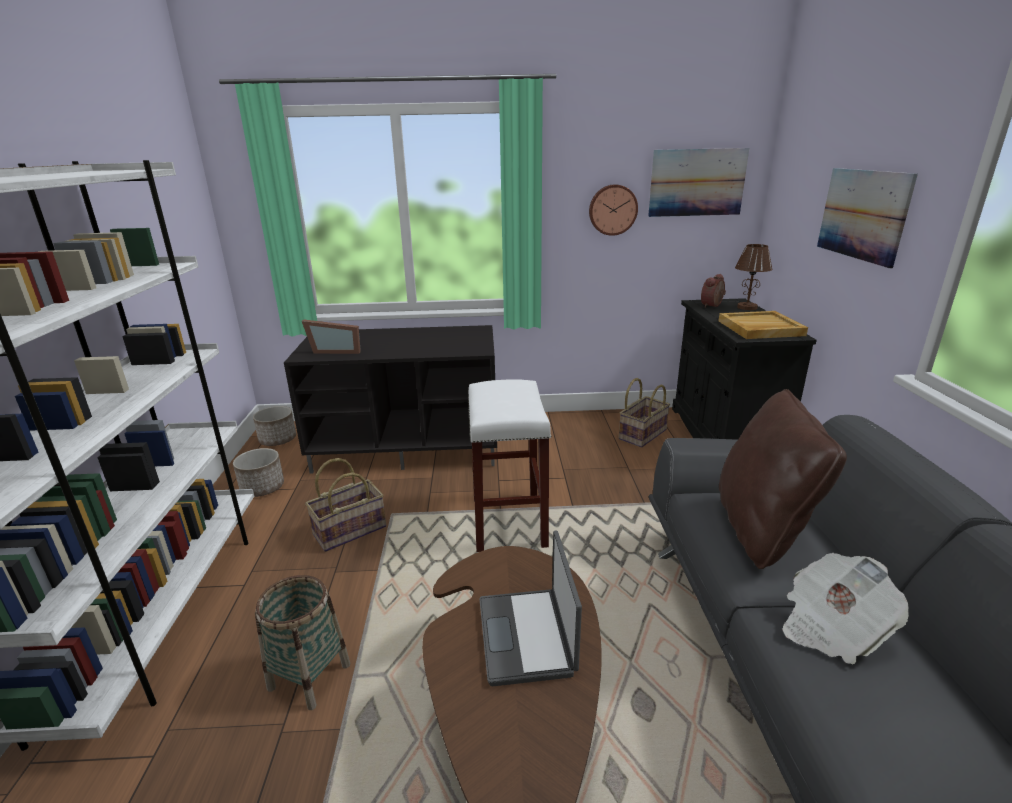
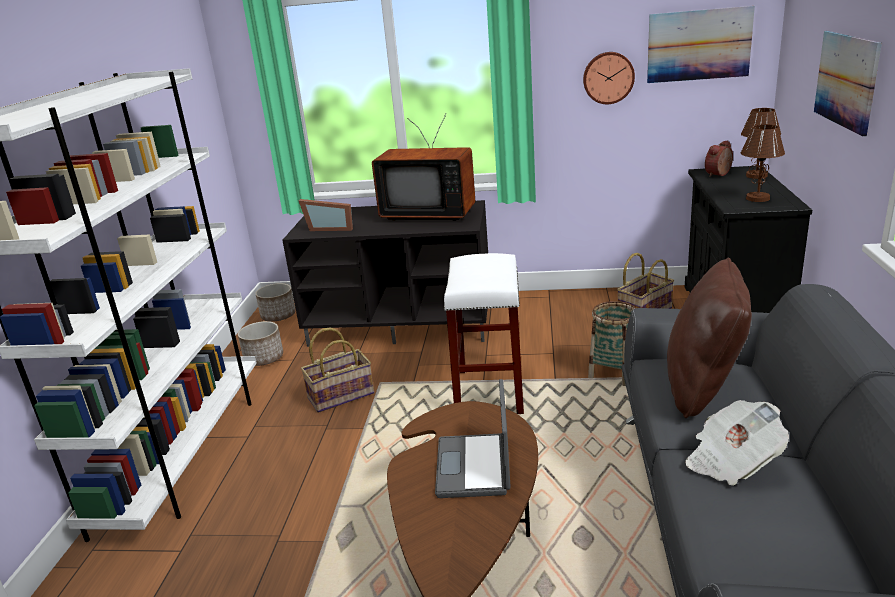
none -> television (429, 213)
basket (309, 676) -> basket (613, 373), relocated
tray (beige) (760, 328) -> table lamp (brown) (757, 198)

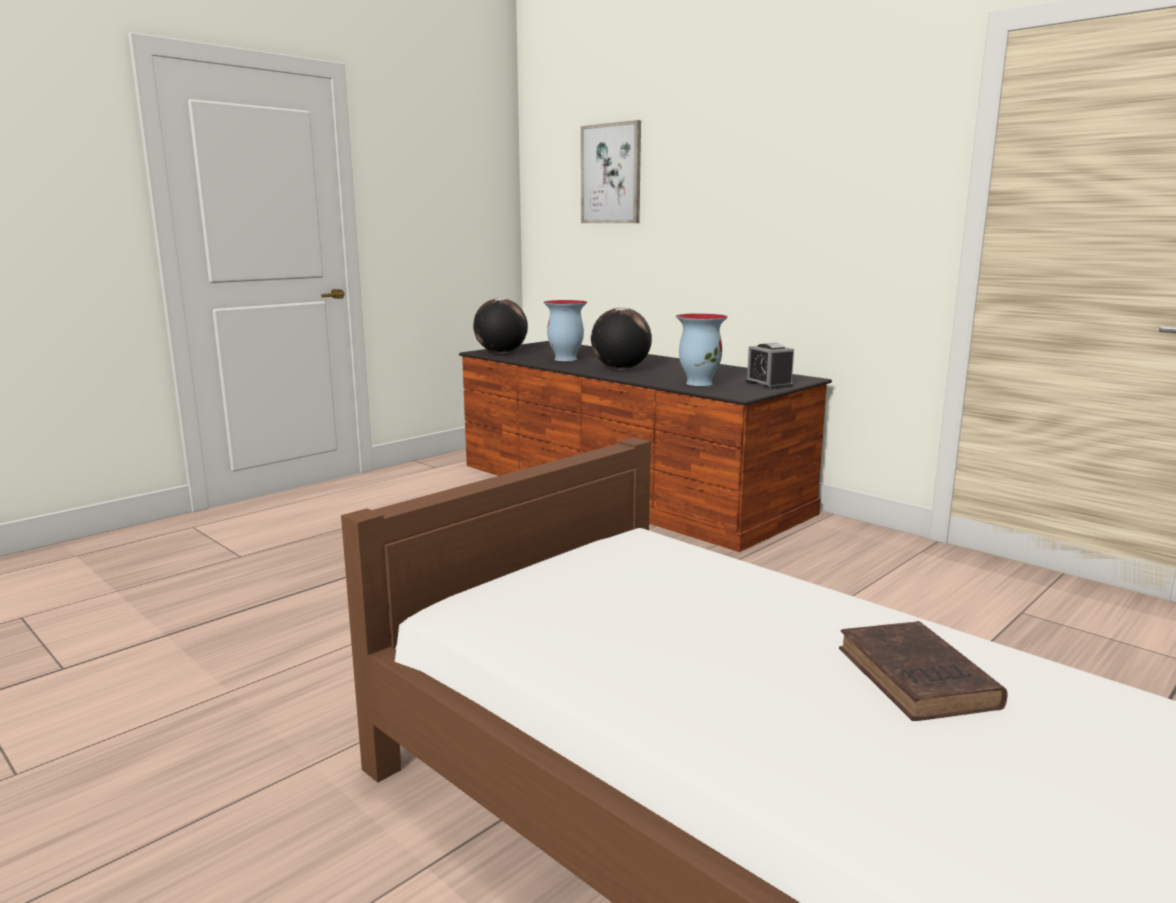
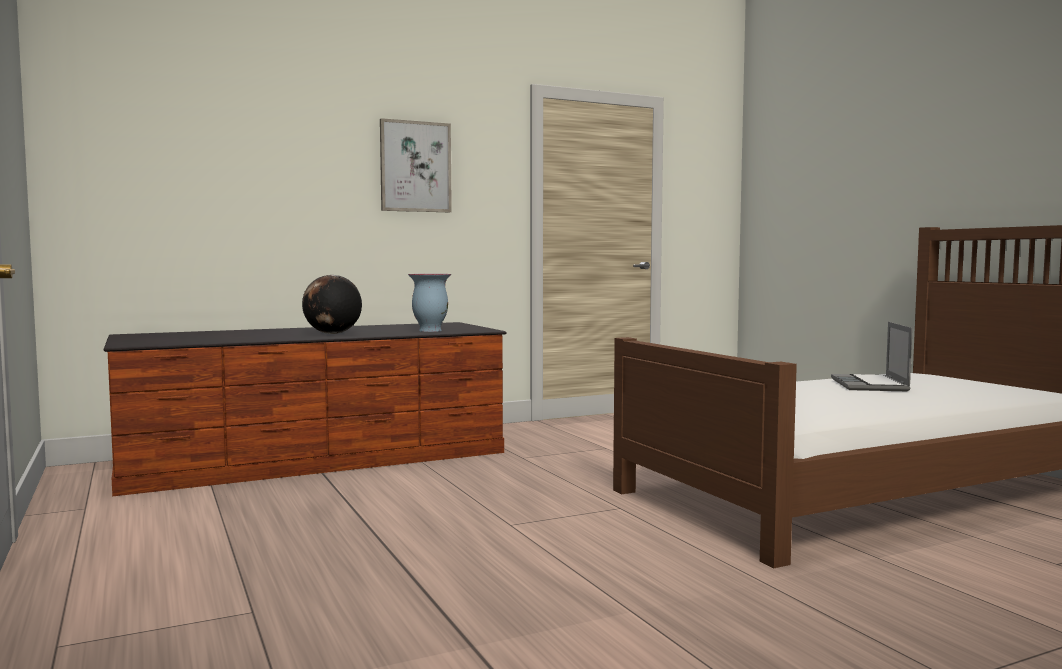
globe (500, 353) -> none
vase (565, 359) -> none
alarm clock (769, 384) -> none
picture (611, 174) -> picture (415, 166), relocated
book (brown) (919, 680) -> laptop (870, 385)

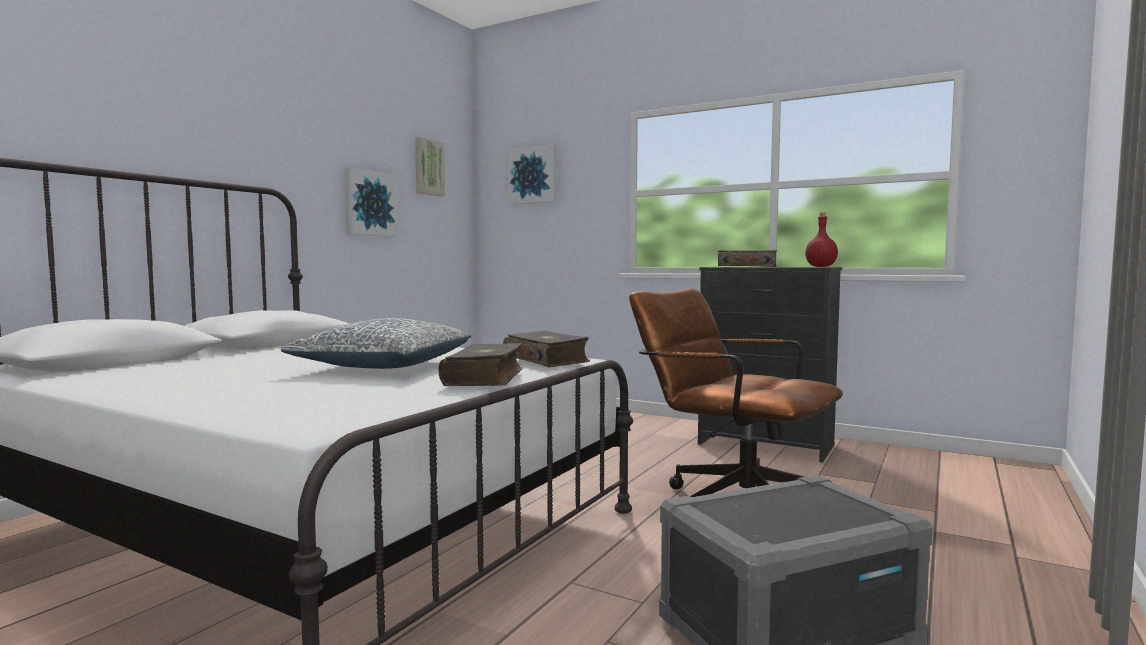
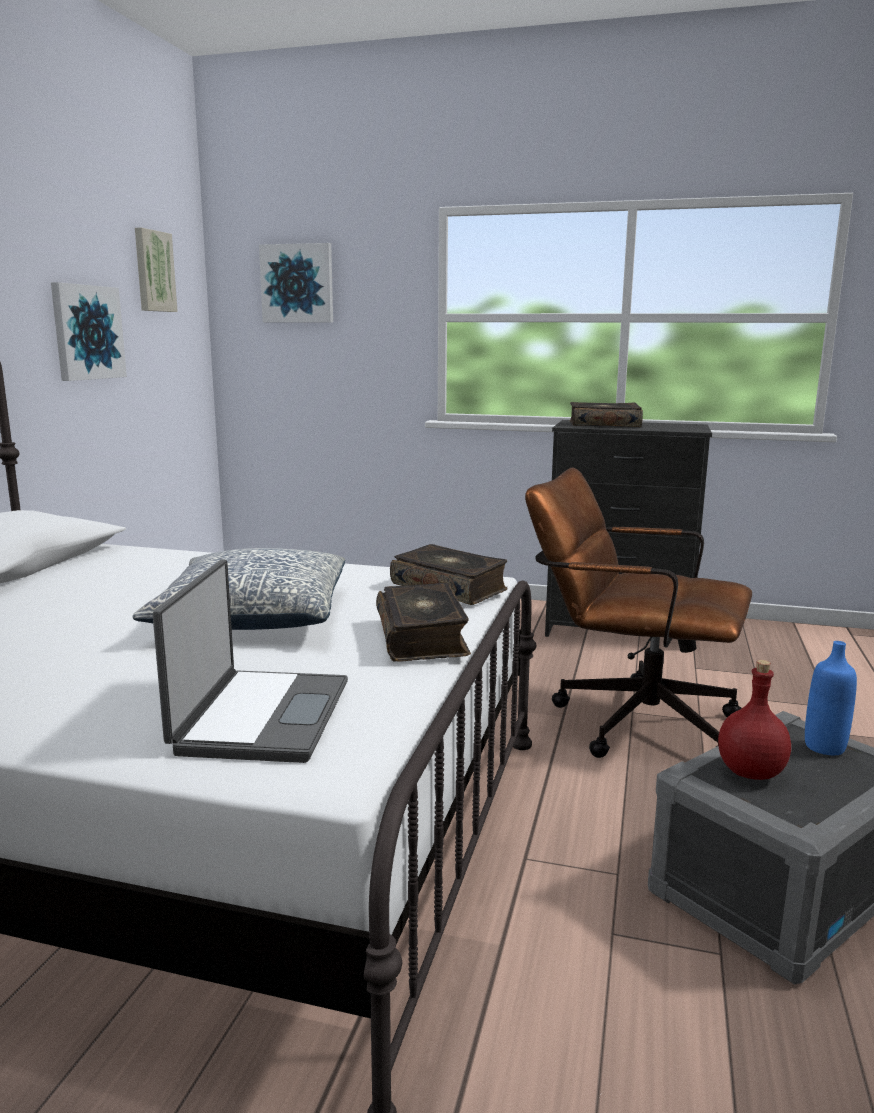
none -> laptop (260, 717)
none -> bottle (blue) (824, 747)
bottle (red) (821, 267) -> bottle (red) (750, 771), relocated

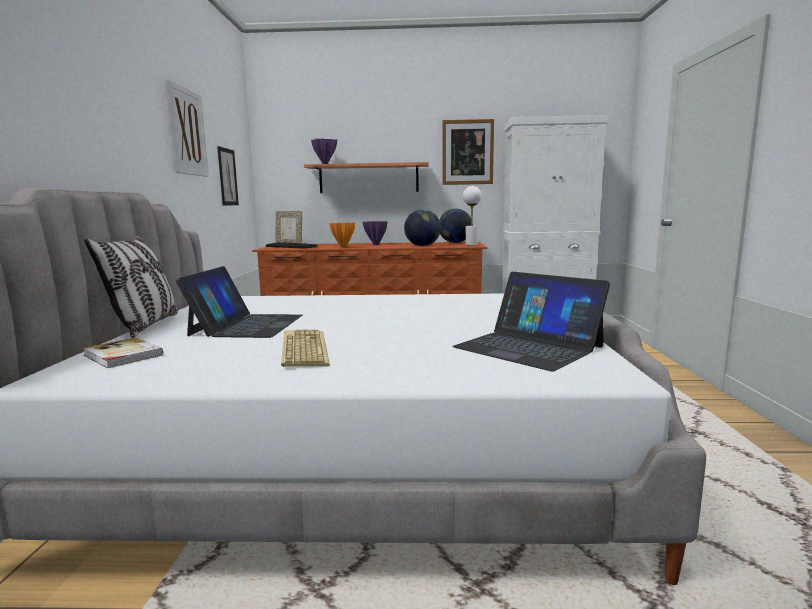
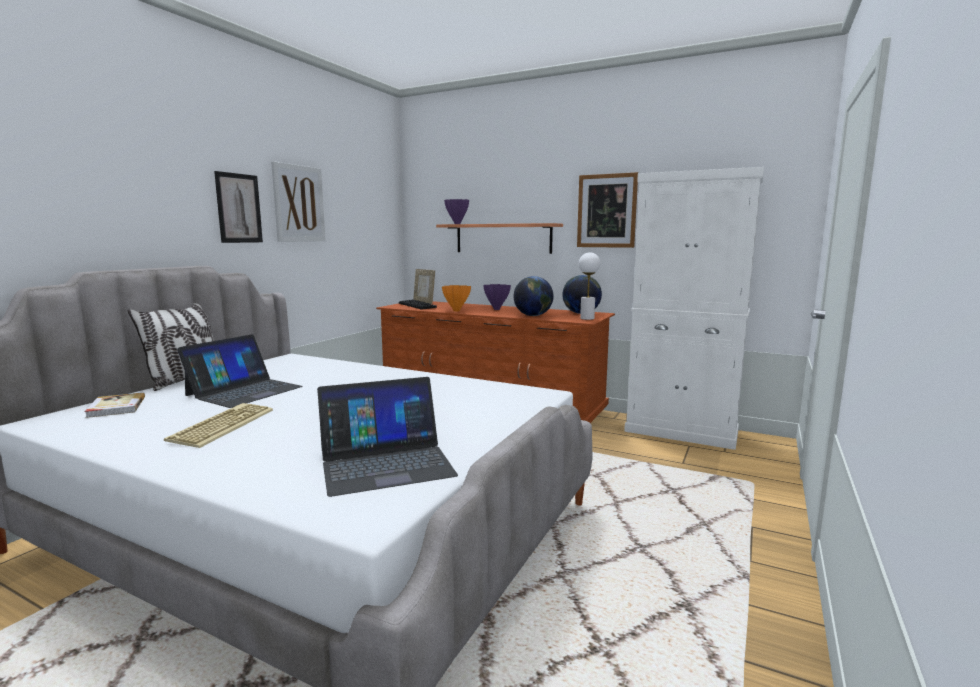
picture (227, 177) -> picture (239, 208), relocated
laptop (528, 347) -> laptop (385, 462), 90 degrees counterclockwise

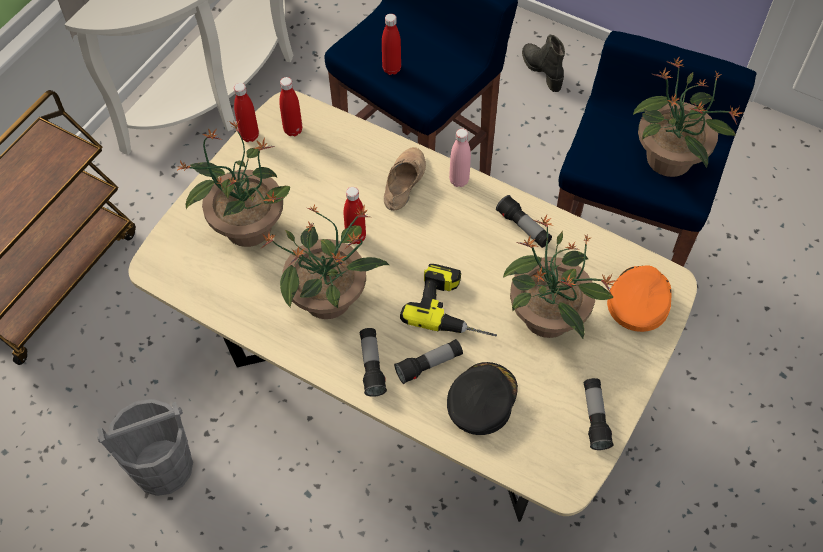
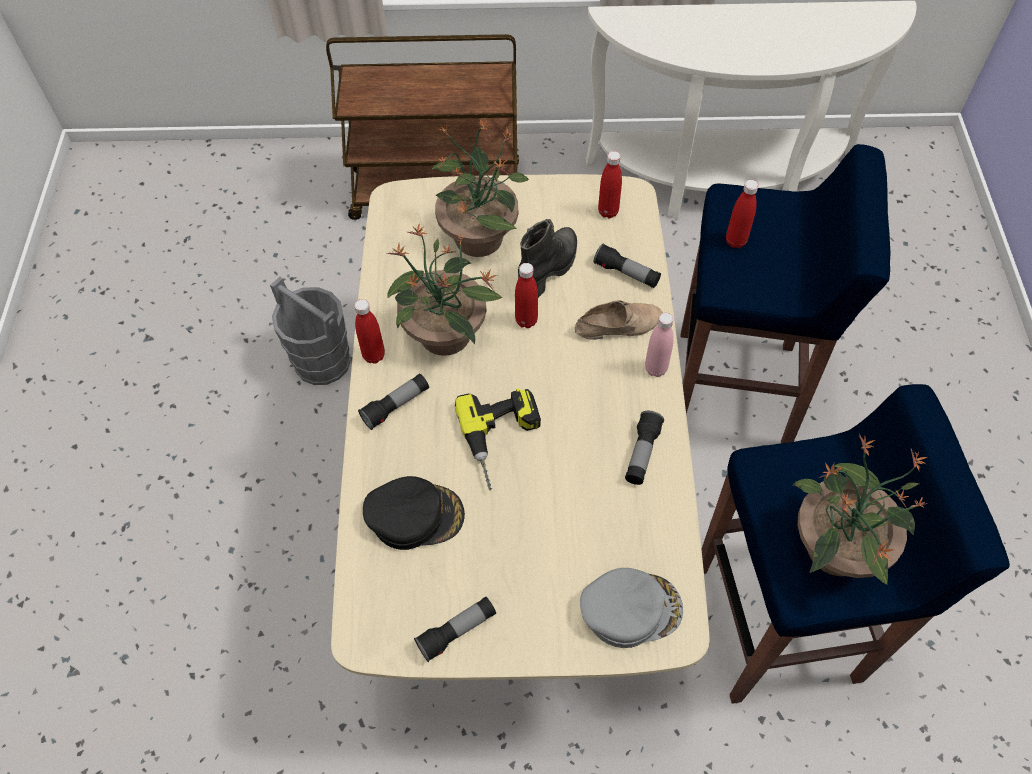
potted plant (548, 318) -> none
bottle (red) (249, 136) -> bottle (red) (374, 355), relocated
flashlight (429, 365) -> flashlight (626, 273), relocated
boot (black) (542, 71) -> boot (black) (549, 270), relocated
cap (orange) (638, 300) -> cap (grey) (630, 608)

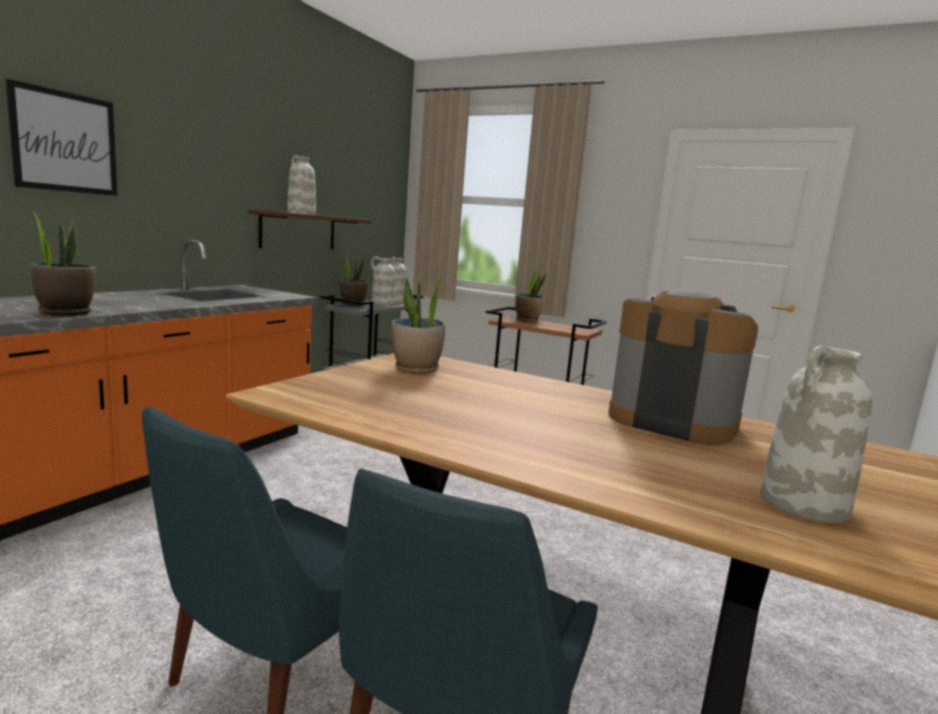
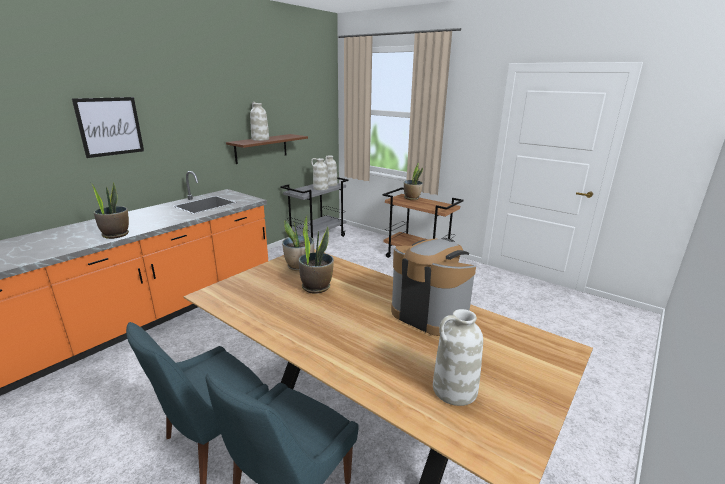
potted plant (353, 304) -> potted plant (316, 287), relocated

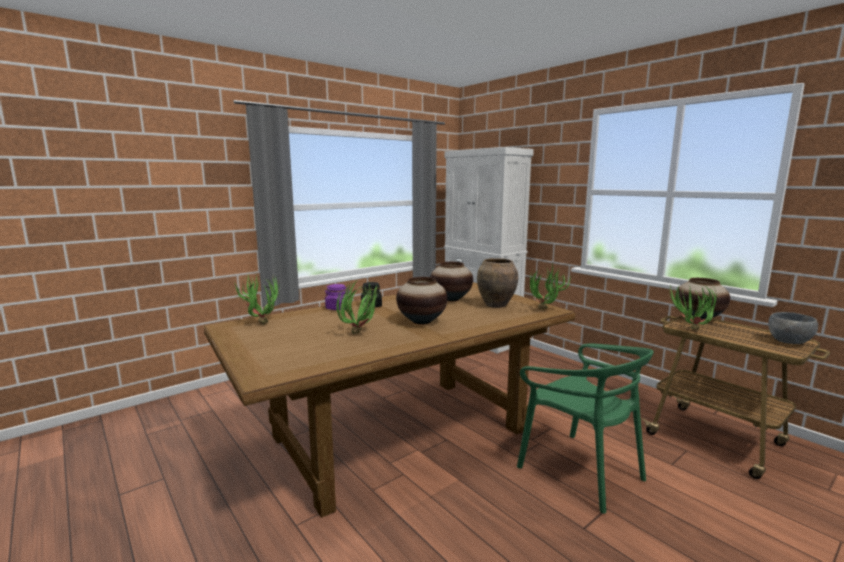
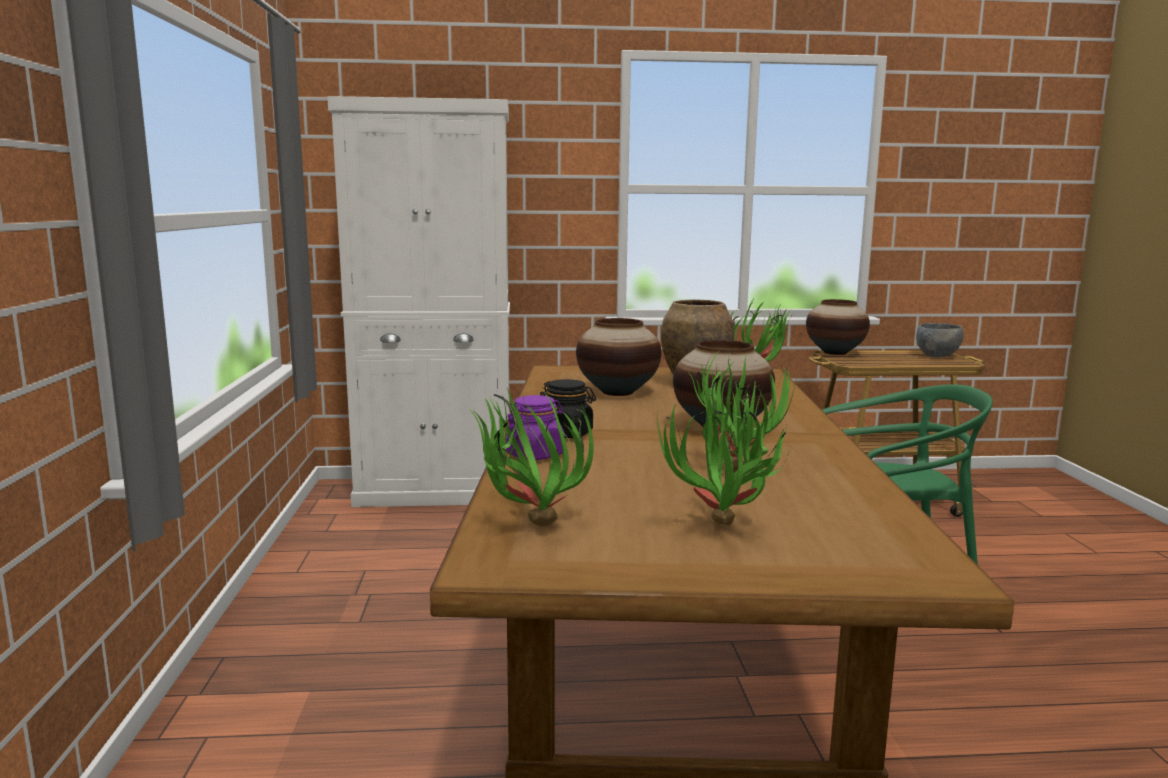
potted plant (690, 331) -> potted plant (723, 532), relocated

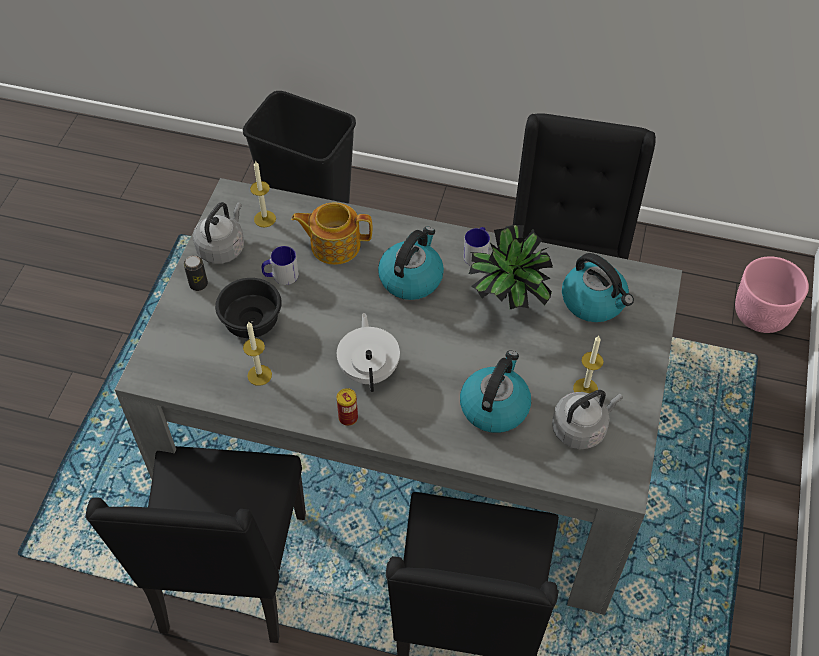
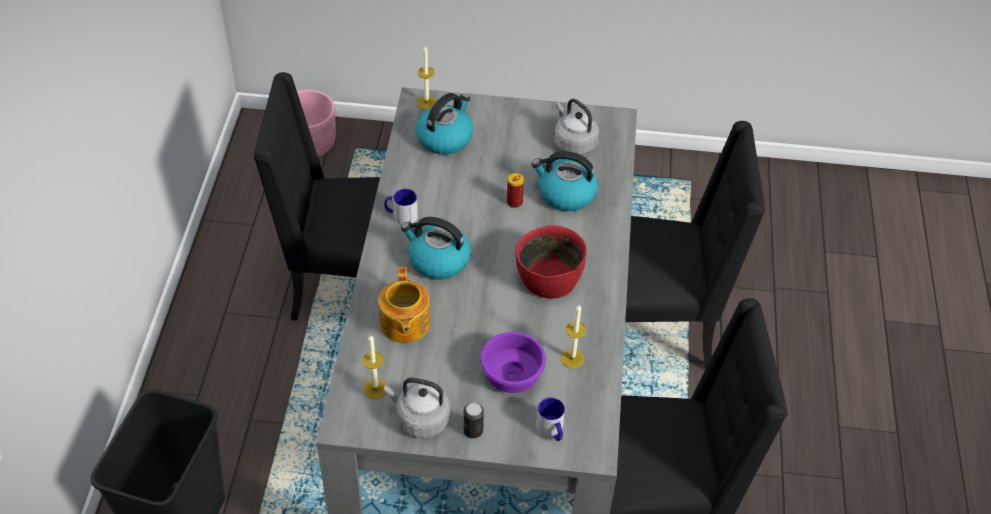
potted plant (507, 303) -> none
mug (281, 276) -> mug (551, 431), relocated
can (348, 418) -> can (514, 202), relocated
candle (585, 388) -> candle (426, 102), relocated
teapot (white) (369, 369) -> bowl (red) (548, 278)
bowl (black) (253, 320) -> bowl (purple) (510, 375)

